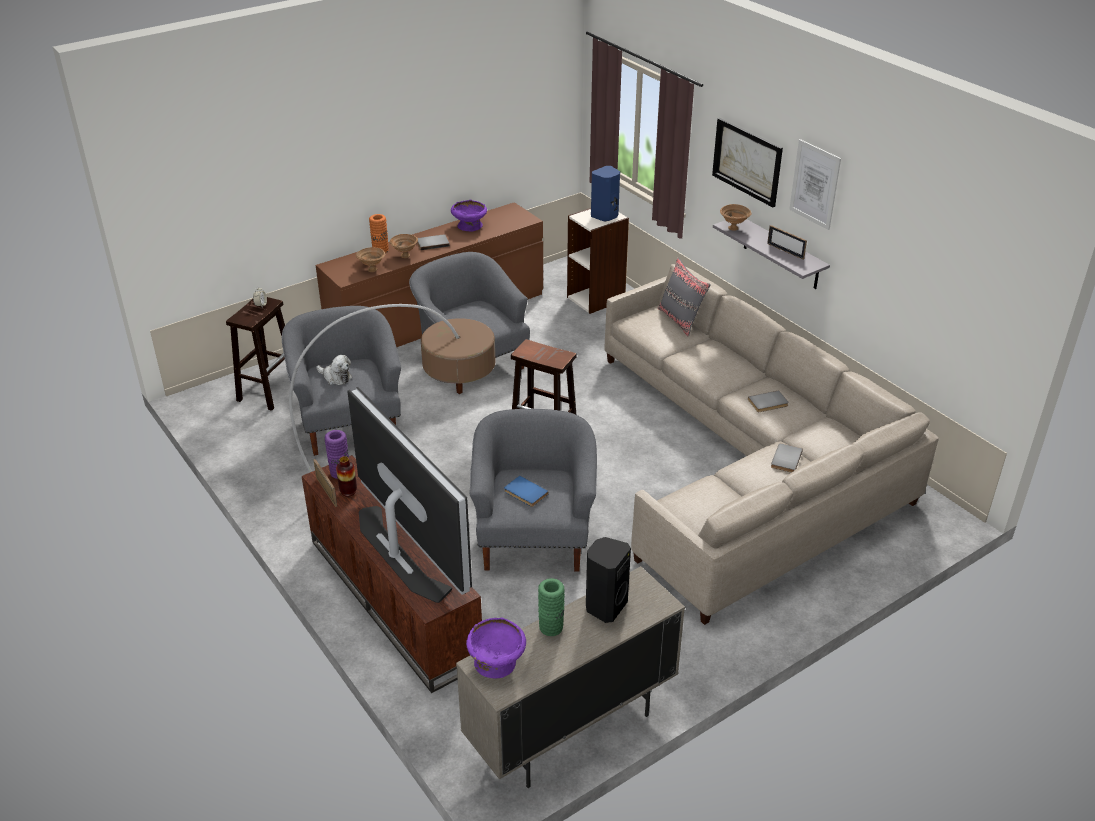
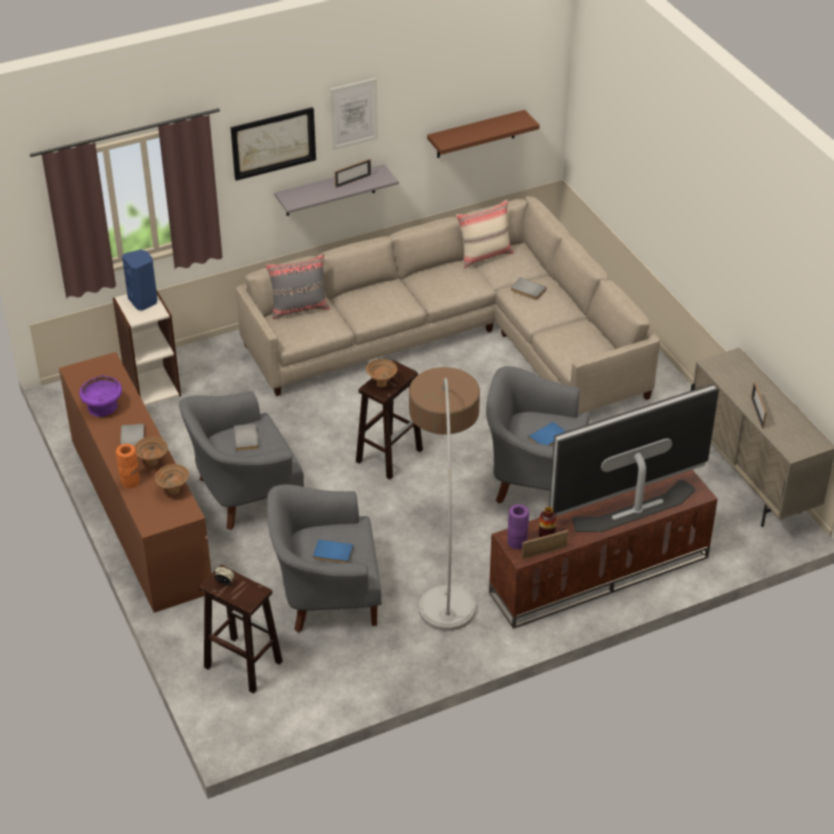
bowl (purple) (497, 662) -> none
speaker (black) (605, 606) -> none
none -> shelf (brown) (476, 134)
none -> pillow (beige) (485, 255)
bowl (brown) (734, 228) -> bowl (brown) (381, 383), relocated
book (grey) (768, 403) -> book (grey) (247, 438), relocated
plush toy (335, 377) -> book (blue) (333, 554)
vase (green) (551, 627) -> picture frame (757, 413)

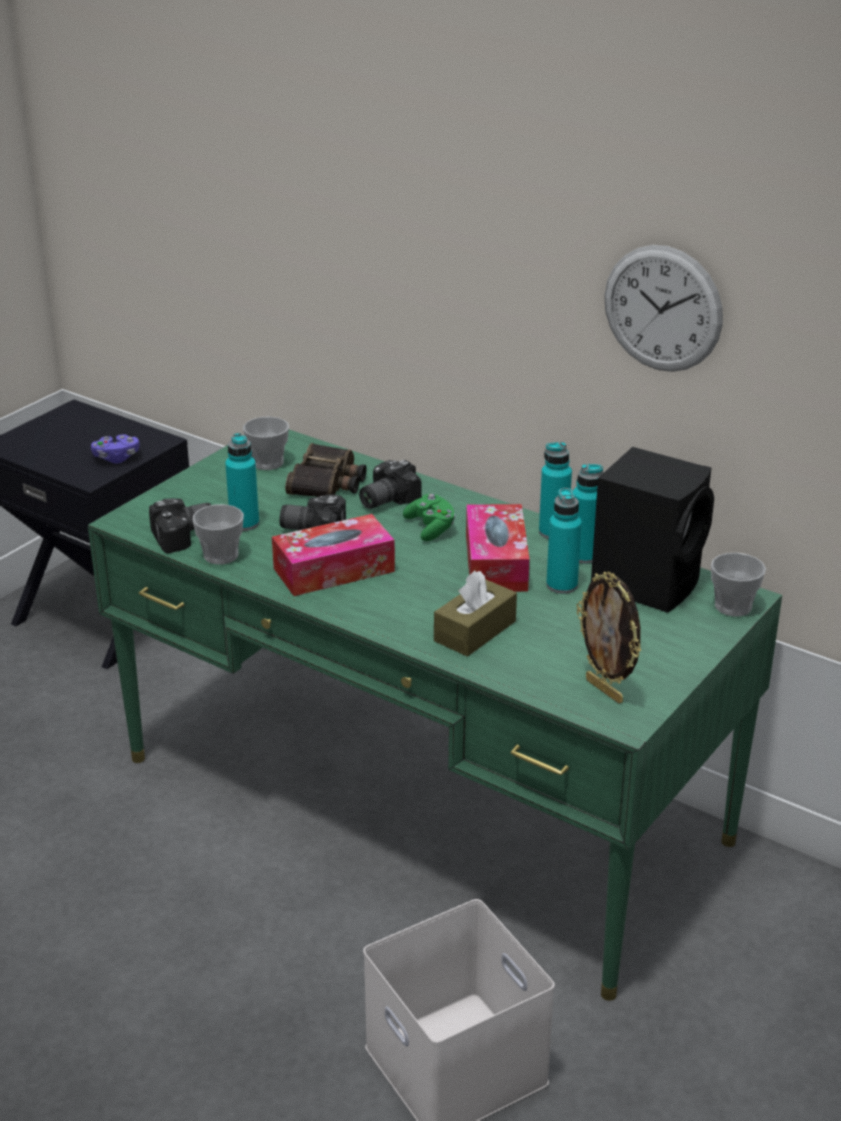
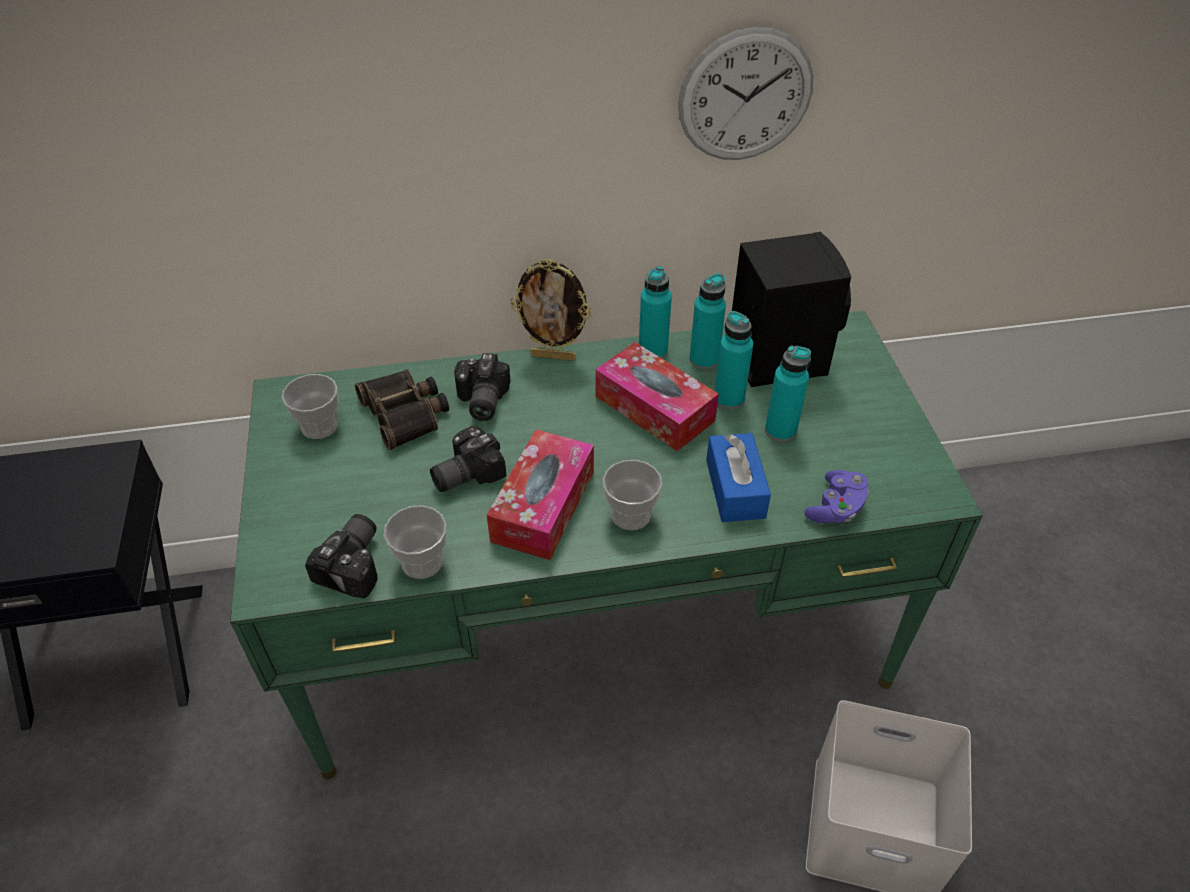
game controller (green) (431, 528) -> none
game controller (purple) (116, 458) -> game controller (purple) (836, 508), relocated
bottle (turquoise) (244, 524) -> bottle (turquoise) (780, 430), relocated
picture frame (605, 690) -> picture frame (553, 356), relocated
cup (733, 606) -> cup (630, 515), relocated
tissue box (brown) (475, 631) -> tissue box (blue) (735, 488)

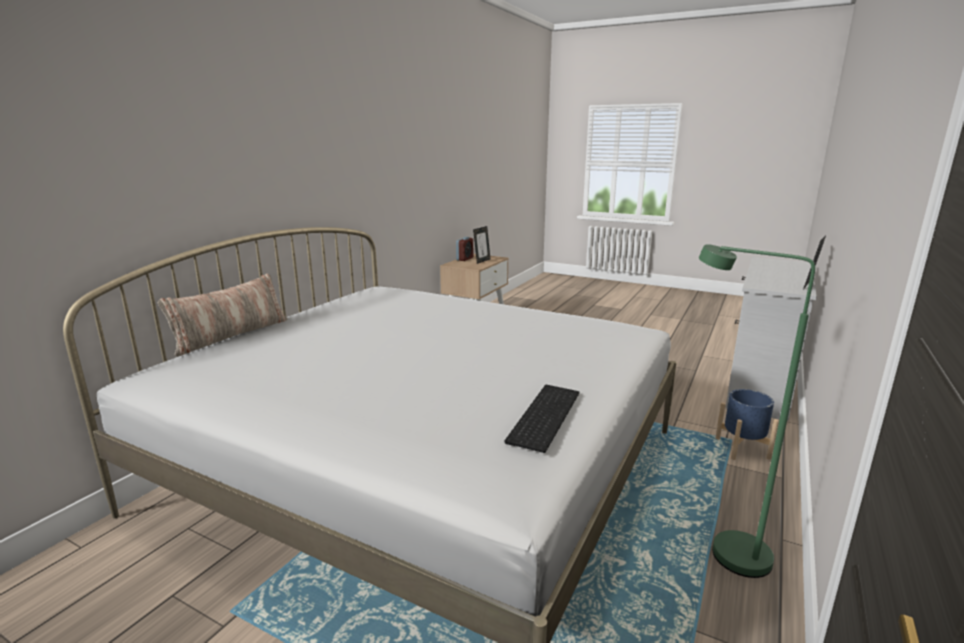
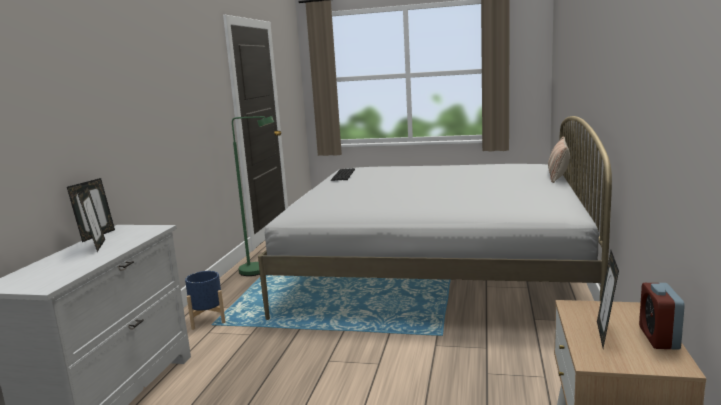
none -> picture frame (97, 246)

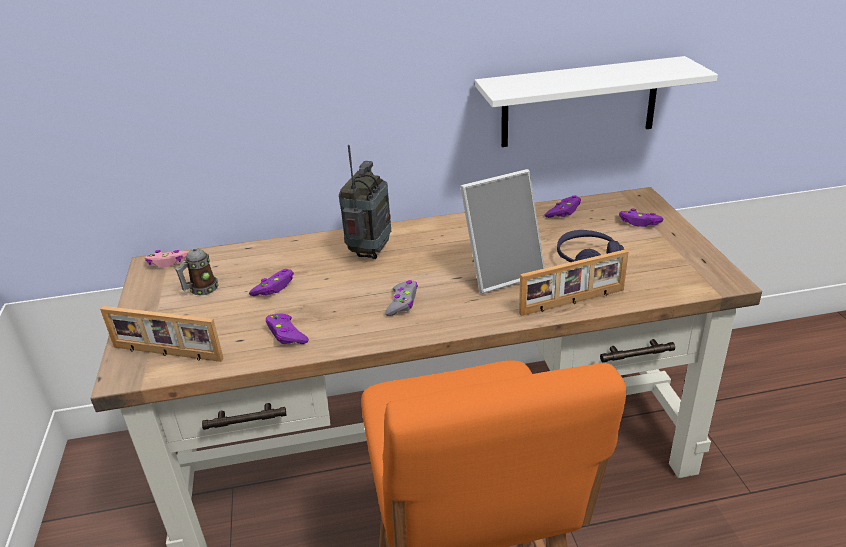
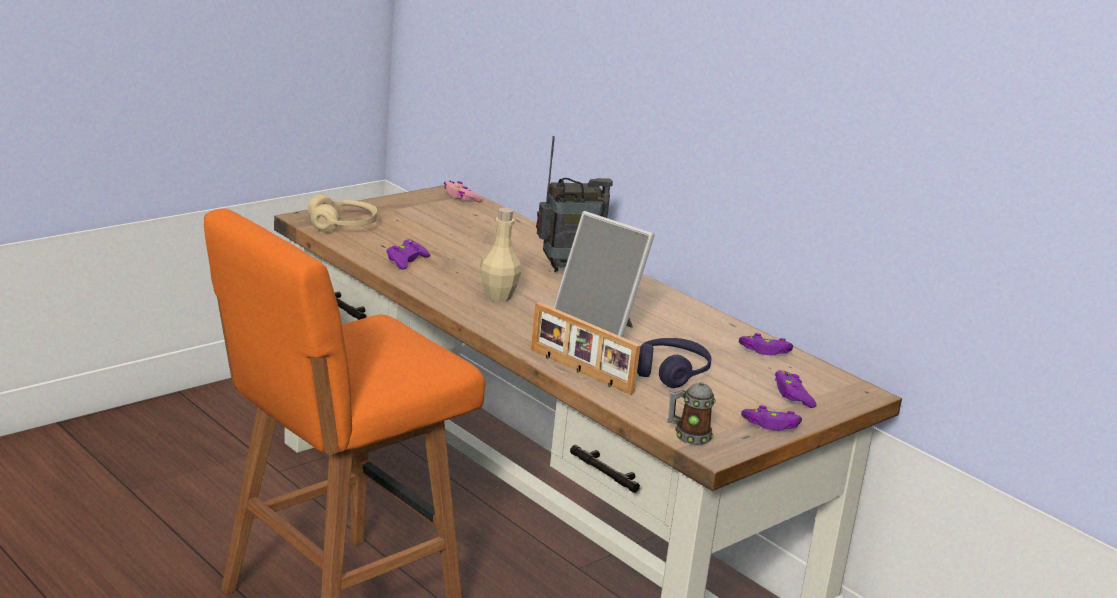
shelf (white) (579, 103) -> none
mug (201, 290) -> mug (688, 436), relocated
game controller (purple) (274, 288) -> game controller (purple) (771, 425), relocated
picture frame (166, 354) -> headphones (beige) (342, 225)
game controller (grey) (402, 303) -> bottle (beige) (498, 296)

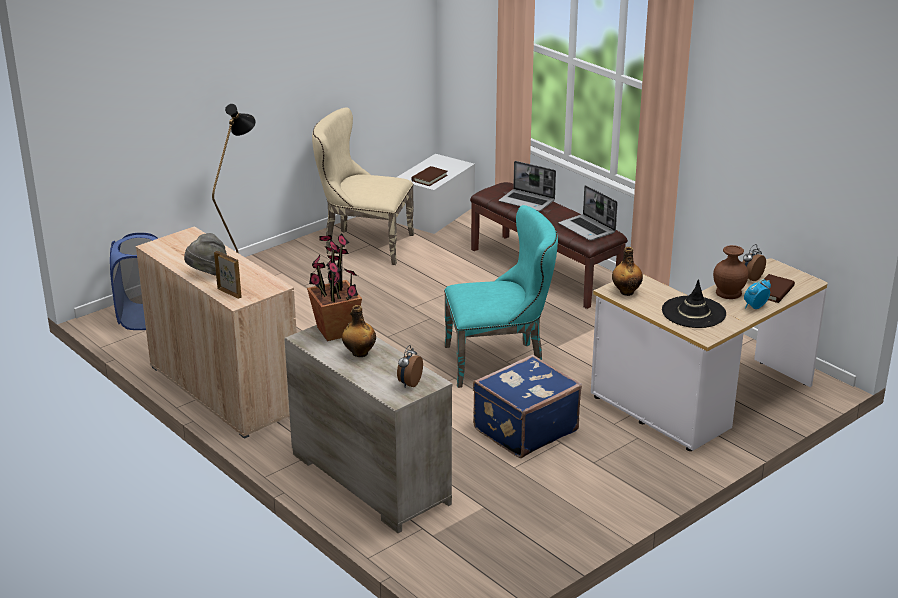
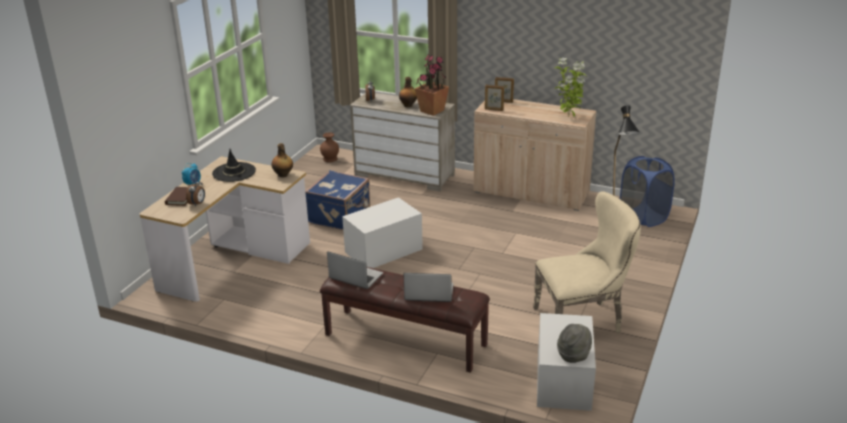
book (brown) (429, 178) -> none
none -> picture frame (494, 109)
none -> potted plant (569, 117)
hat (grey) (208, 273) -> hat (grey) (573, 354), relocated
vase (brown) (729, 293) -> vase (brown) (329, 159), relocated
chair (turquoise) (500, 361) -> storage box (white) (383, 251)

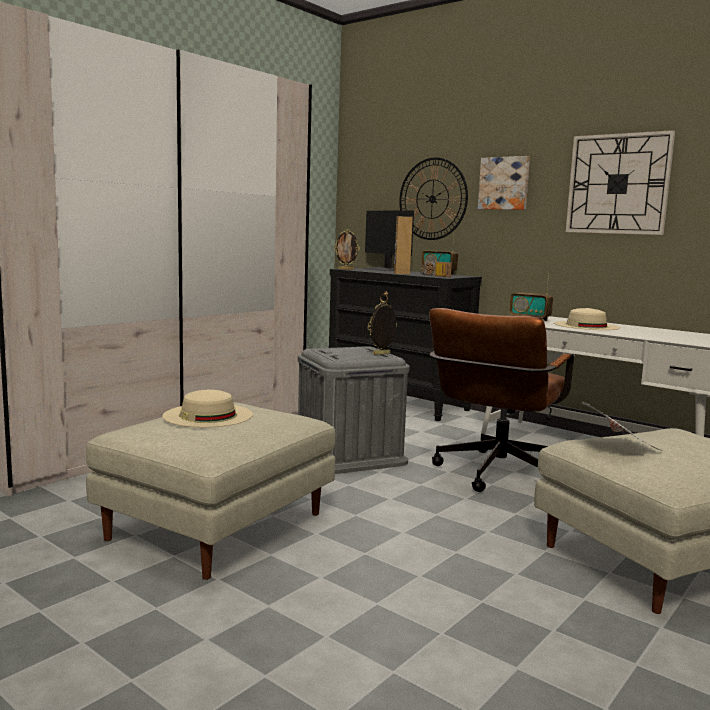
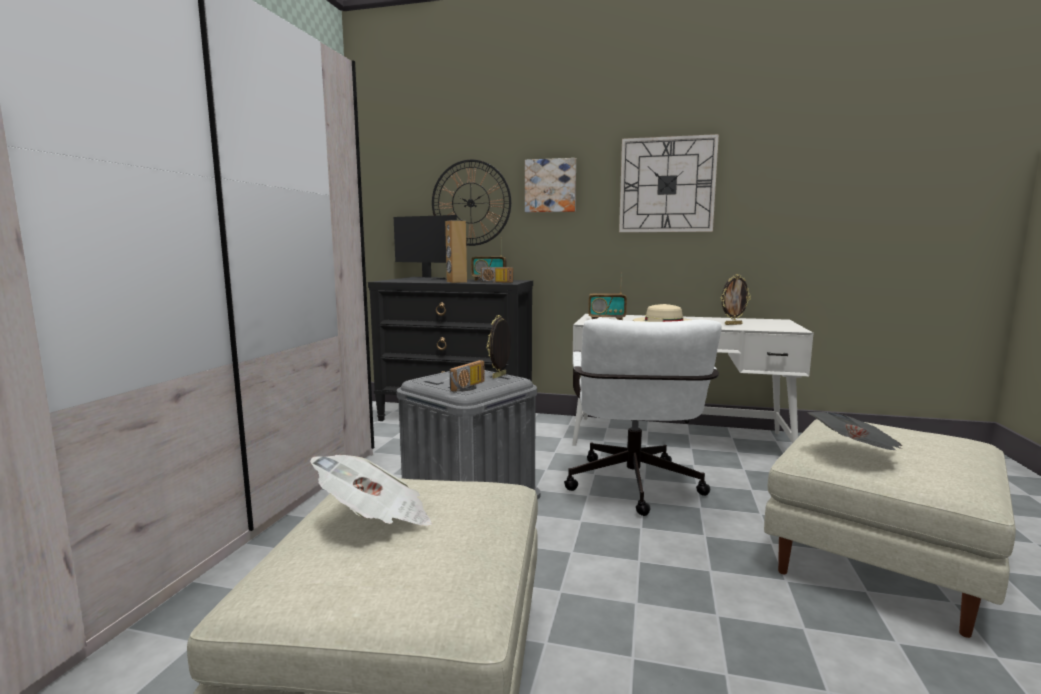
none -> radio (470, 387)
picture frame (346, 269) -> picture frame (733, 324), relocated
hat (beige) (208, 415) -> newspaper (376, 518)
office chair (brown) (494, 476) -> office chair (white) (634, 490)

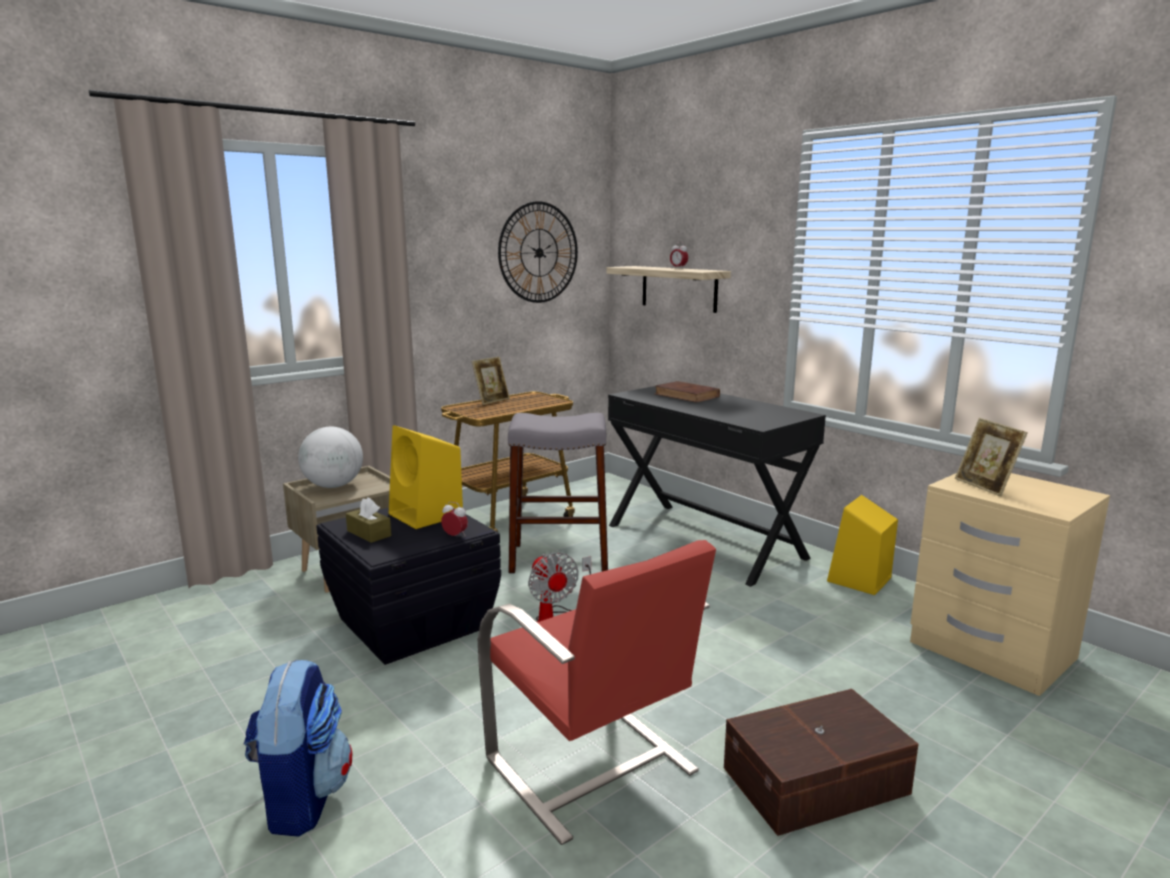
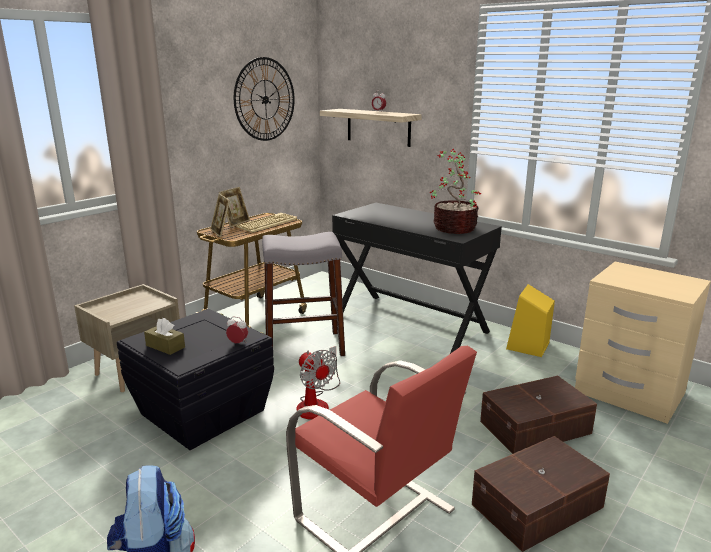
globe (334, 486) -> none
speaker (yellow) (427, 515) -> none
book (brown) (687, 395) -> none
none -> keyboard (266, 223)
none -> potted plant (453, 228)
none -> storage box (brown) (537, 428)
picture frame (985, 486) -> picture frame (221, 232), relocated

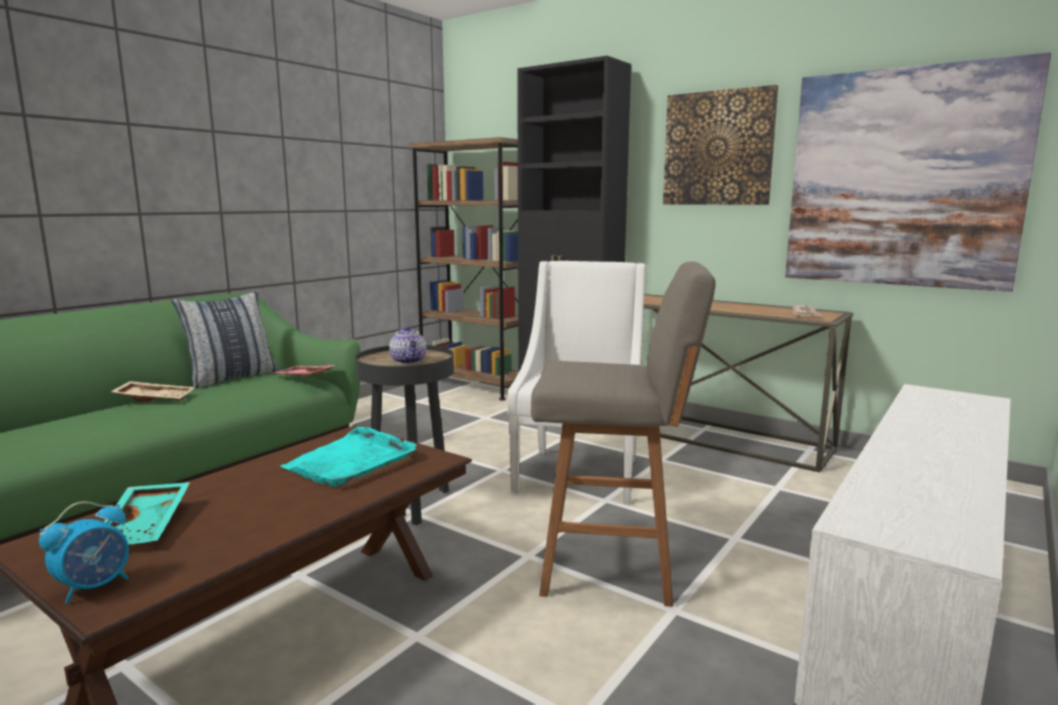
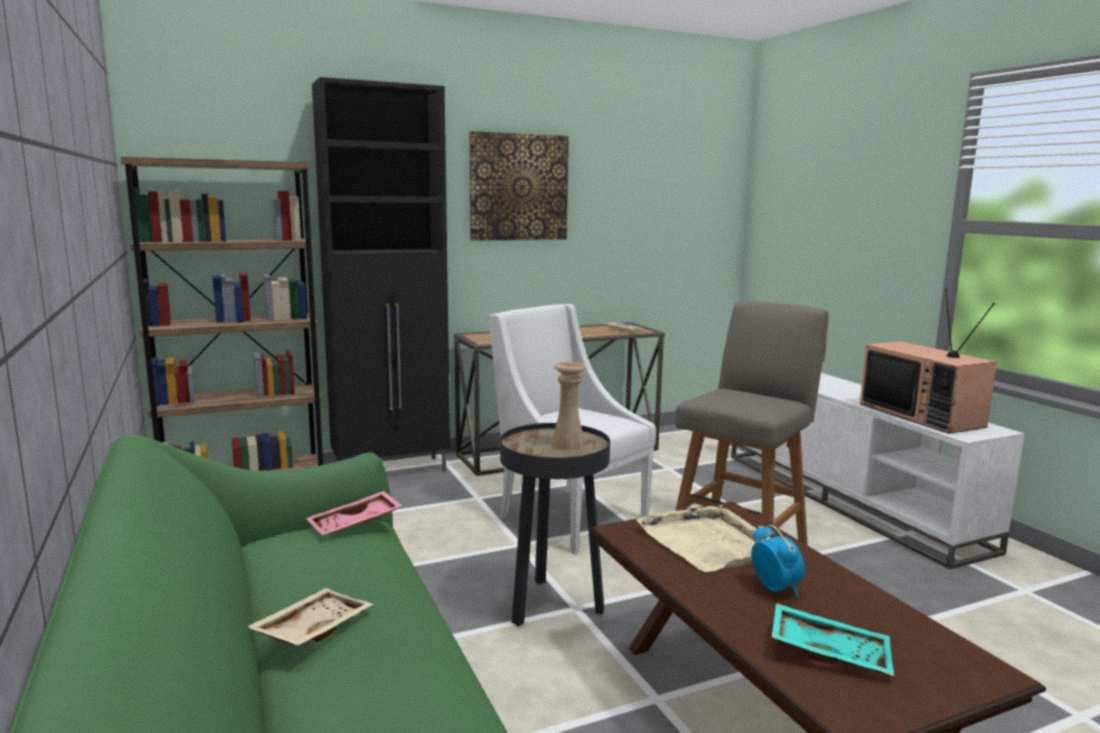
pillow (232, 377) -> none
picture (902, 179) -> none
none -> television (923, 415)
alarm clock (95, 587) -> alarm clock (775, 588), relocated
teapot (409, 361) -> vase (beige) (568, 444)
tray (turquoise) (351, 461) -> tray (beige) (708, 542)

